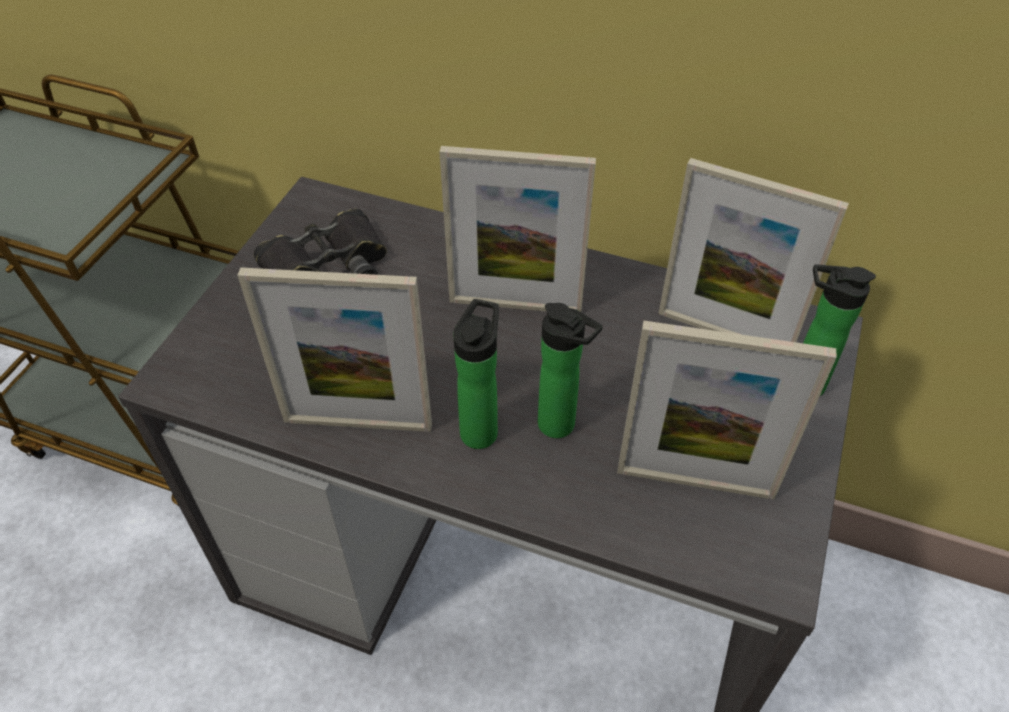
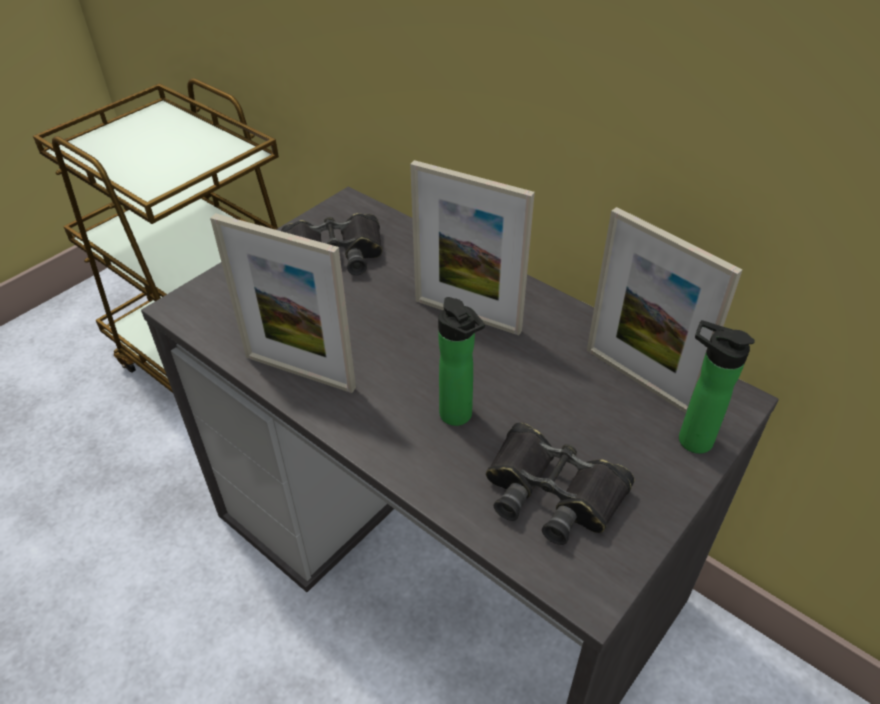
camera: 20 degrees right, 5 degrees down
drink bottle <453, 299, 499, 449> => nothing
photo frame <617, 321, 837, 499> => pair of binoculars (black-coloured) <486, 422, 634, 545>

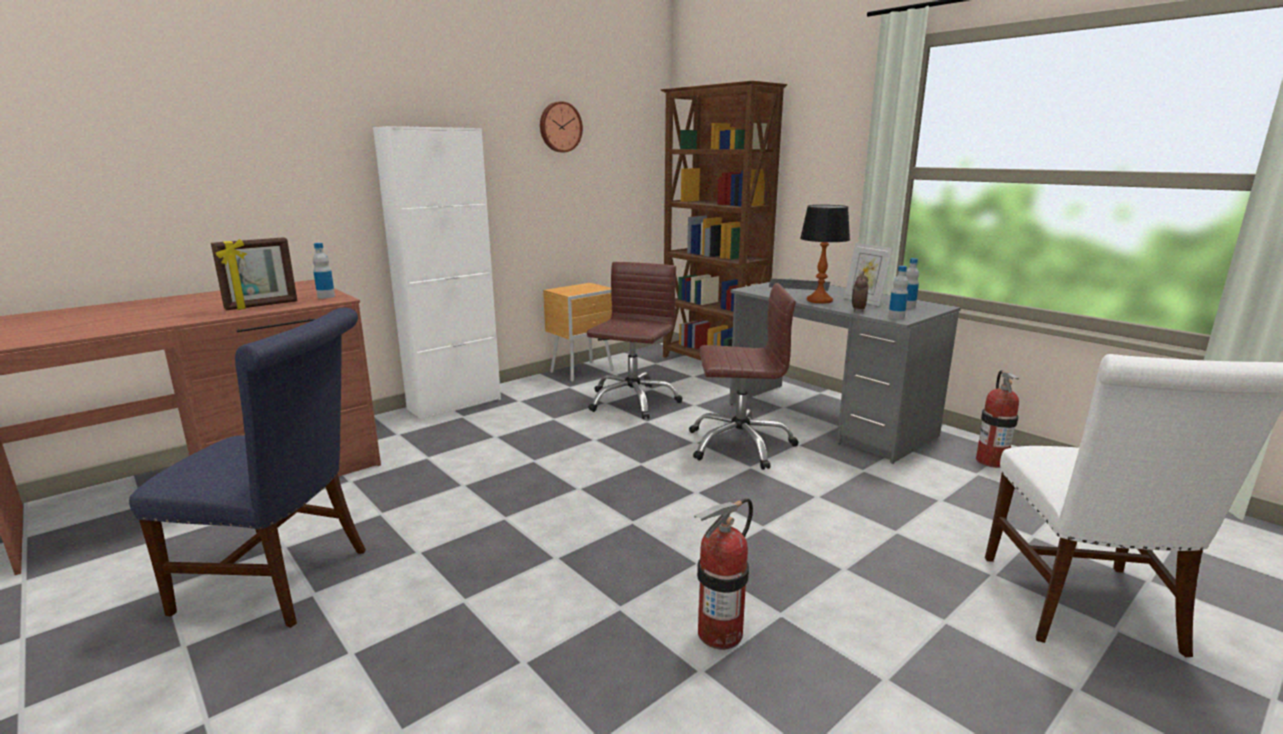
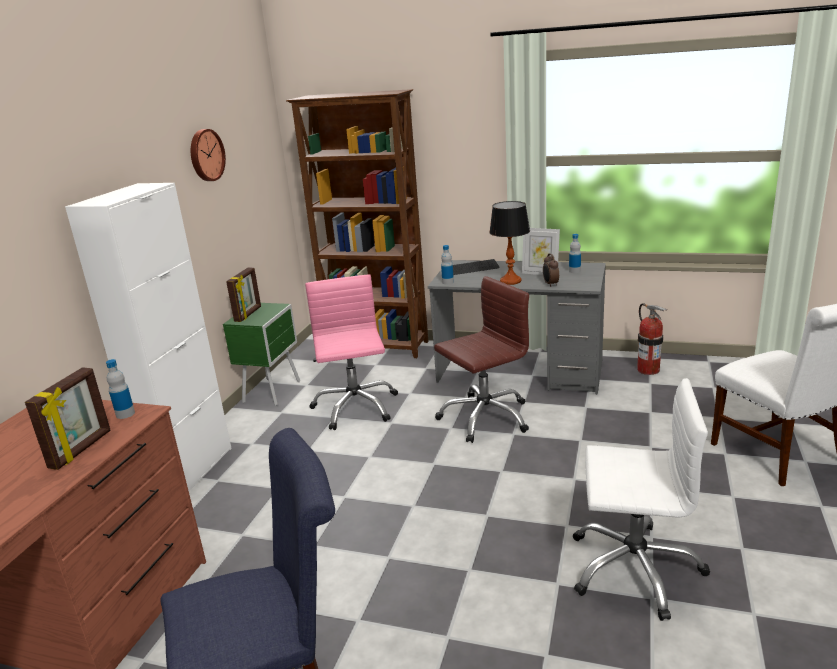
camera: 30 degrees left, 5 degrees up
nothing => photo frame <226, 268, 261, 322>
drink bottle <888, 266, 908, 319> => drink bottle <441, 245, 454, 284>, shifted
fire-fighting cylinder <694, 498, 753, 650> => computer chair (white-coloured) <573, 378, 710, 621>
bedside table (brownish) <543, 283, 614, 382> => bedside table (green-coloured) <223, 303, 300, 406>
computer chair (brownish) <587, 262, 682, 419> => computer chair (pinkish) <305, 274, 398, 430>

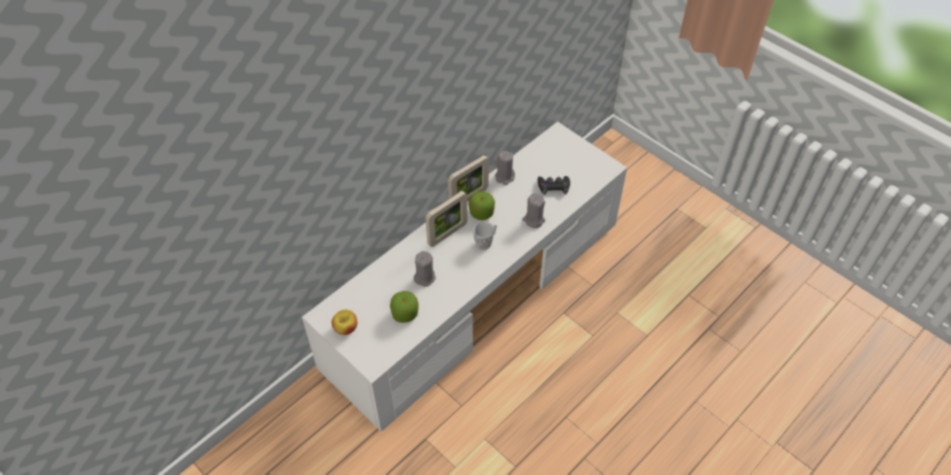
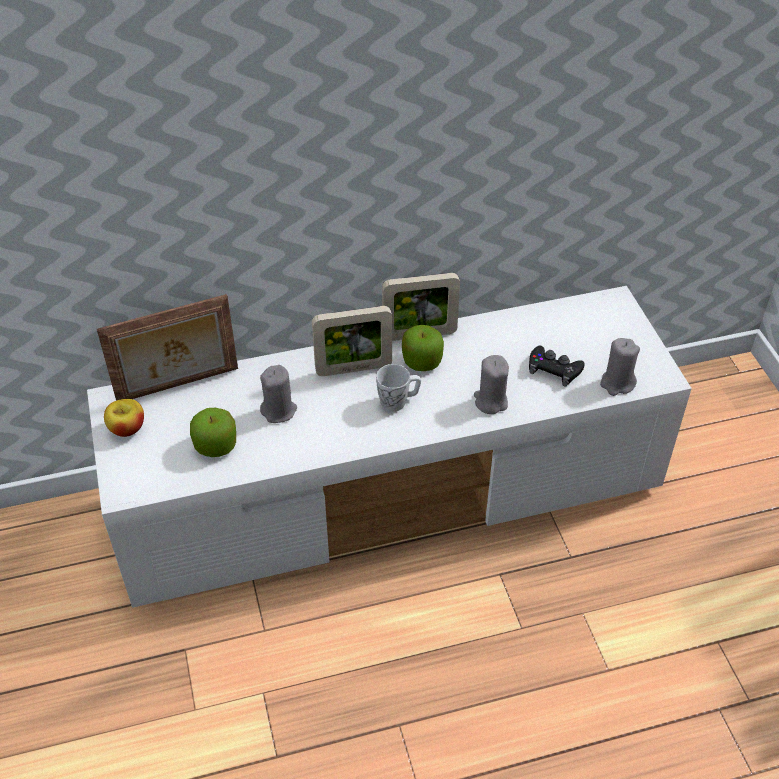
camera: 30 degrees right, 5 degrees down
nothing => photo frame <97, 294, 238, 401>
wax light (greyish) <495, 151, 515, 185> => wax light (greyish) <600, 338, 640, 396>, shifted

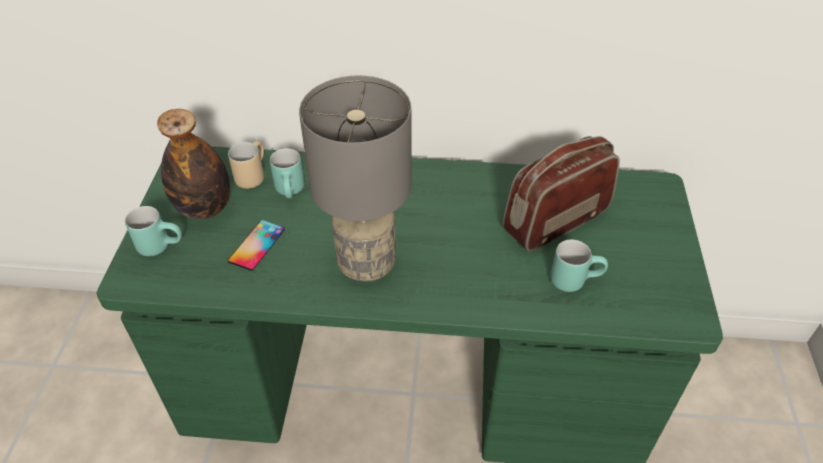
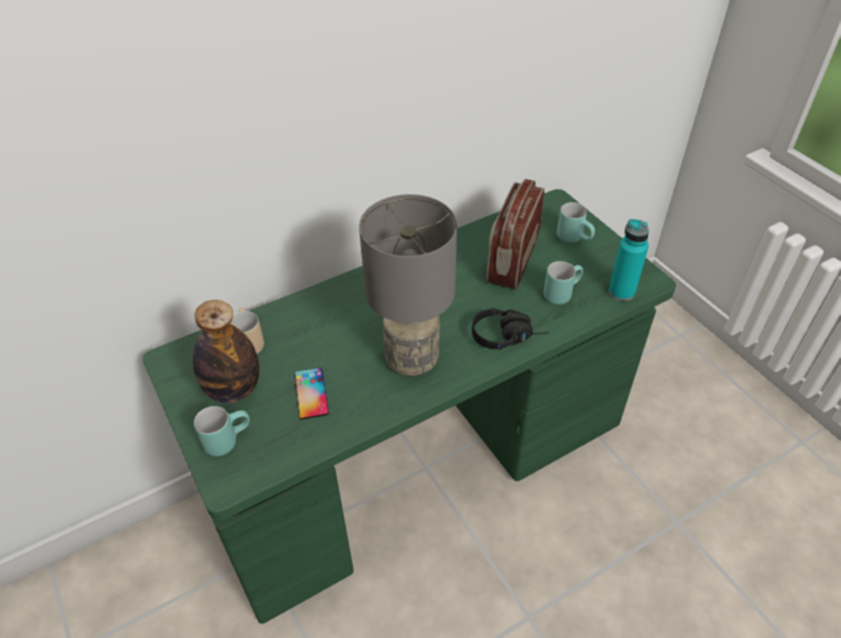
camera: 35 degrees left, 0 degrees up
nothing => headset (black-coloured) <472, 308, 549, 350>
nothing => drink bottle (turquoise) <609, 219, 649, 301>
mug (turquoise) <270, 148, 304, 198> => mug (turquoise) <557, 202, 595, 243>, shifted

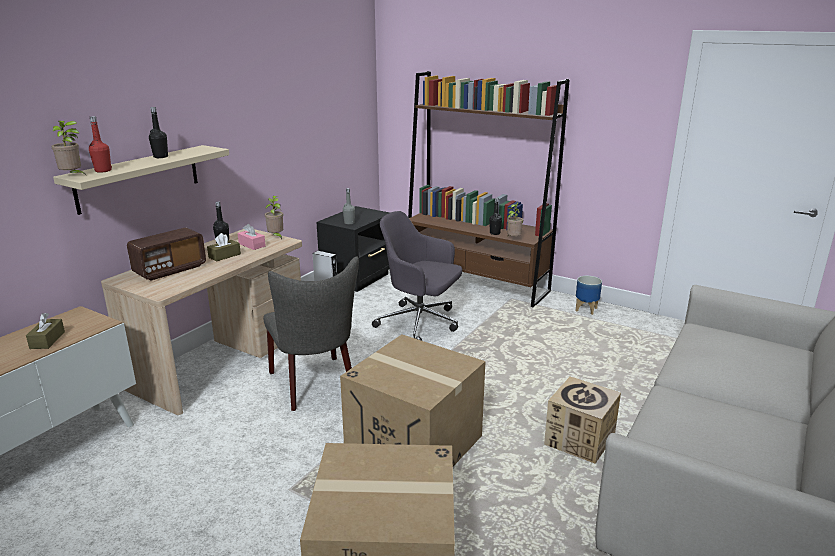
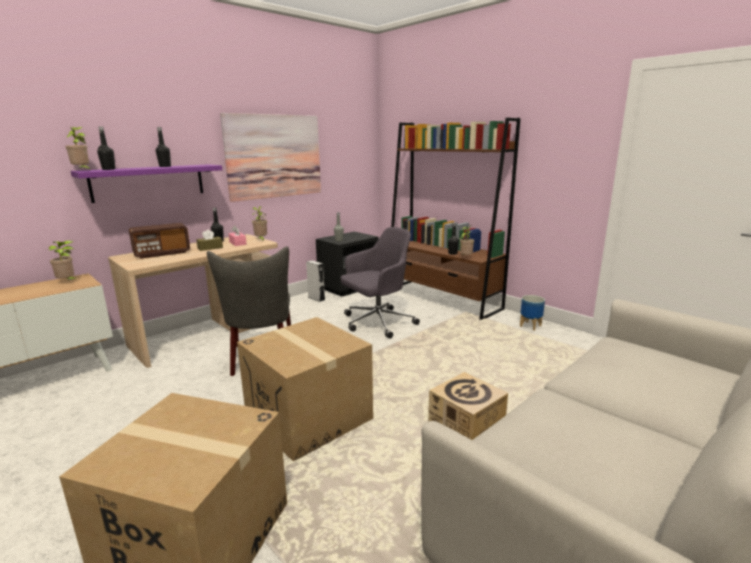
camera: 15 degrees right, 5 degrees down
box of tissues (brownish) <26, 313, 65, 349> => nothing
nothing => houseplant <49, 240, 81, 281>
nothing => picture <220, 113, 321, 202>
shelf (sand-coloured) <53, 145, 229, 215> => shelf (purplish) <71, 164, 222, 203>
drink bottle (red) <89, 116, 112, 173> => drink bottle (black-coloured) <97, 126, 115, 170>
computer chair (greyish) <372, 211, 462, 341> => computer chair (greyish) <341, 227, 420, 339>, 105 degrees clockwise

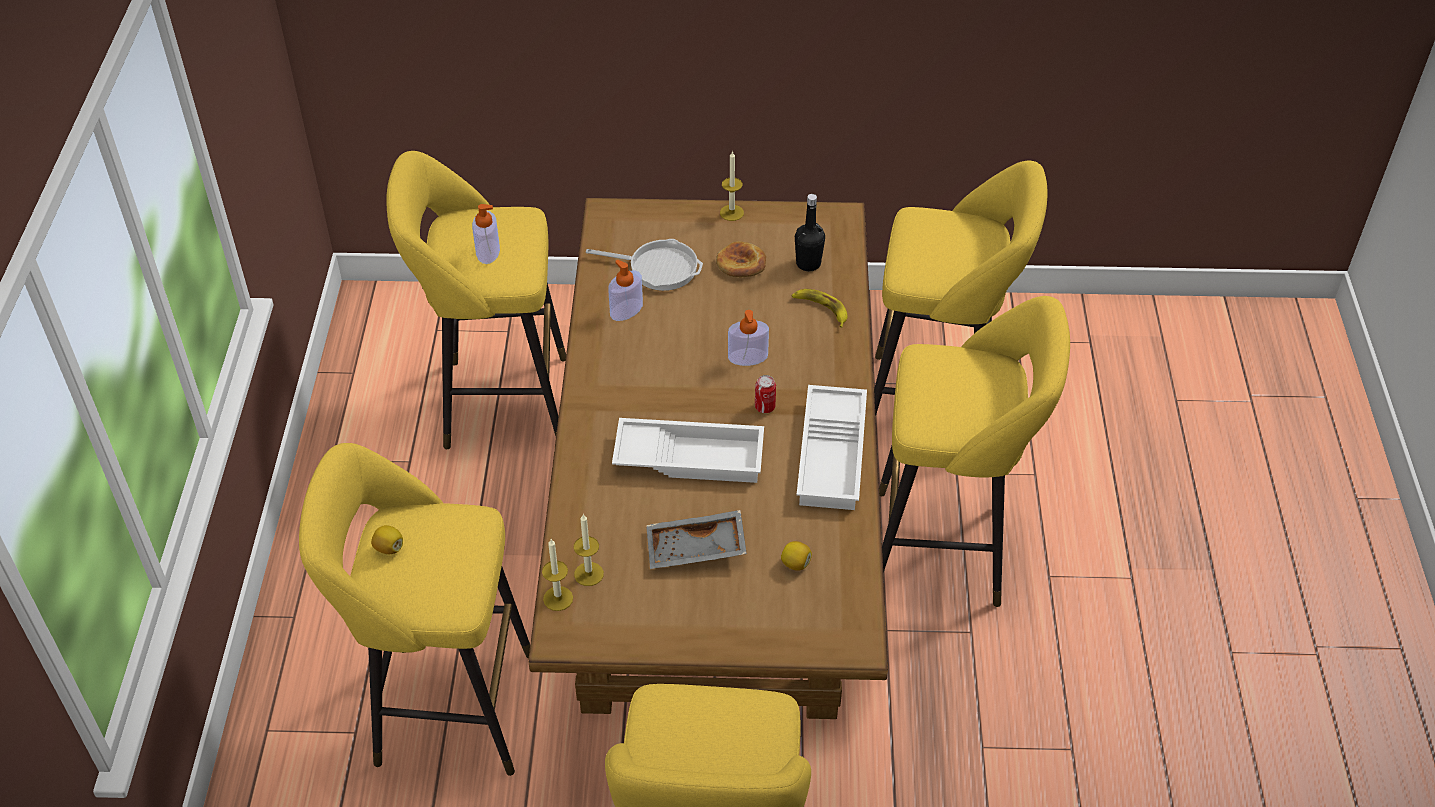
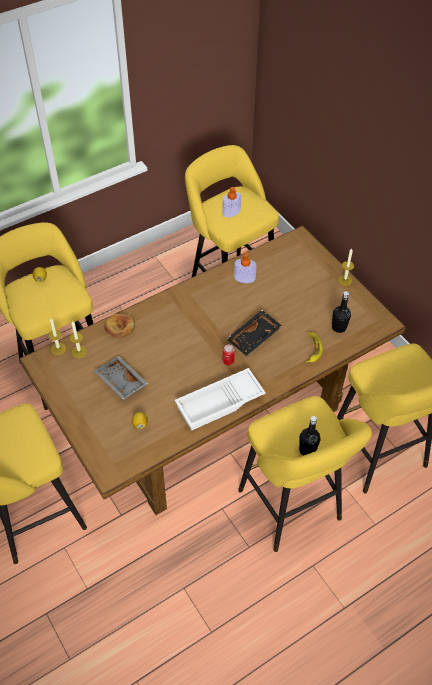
camera: 55 degrees right, 5 degrees up
frying pan <586, 239, 703, 291> => nothing
tray (white-coloured) <612, 418, 764, 483> => nothing
nothing => drink bottle (black-coloured) <299, 416, 321, 456>
bakery bread <716, 241, 766, 277> => bakery bread <104, 314, 135, 339>, shifted
soap bottle <728, 310, 769, 366> => tray (black-coloured) <227, 310, 282, 356>

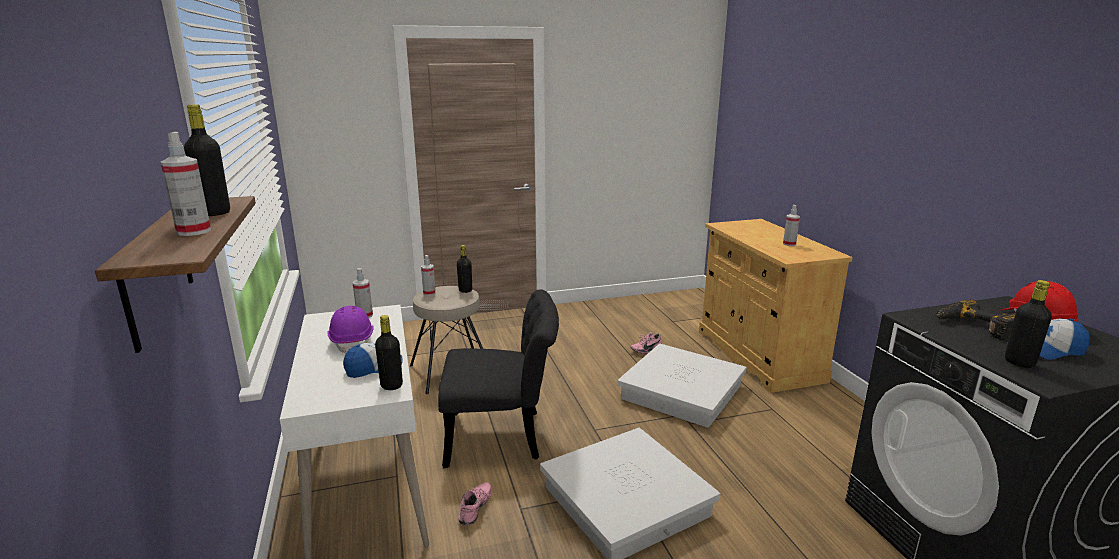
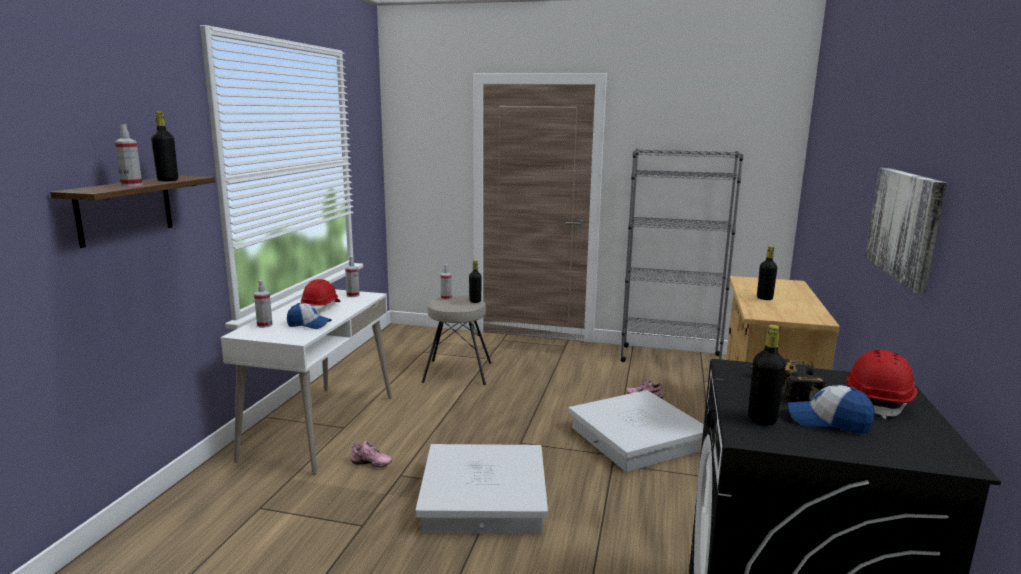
camera: 30 degrees right, 5 degrees down
plain chair (black-coloured) <438, 289, 559, 468> => nothing
nothing => shelving unit (greyish) <620, 149, 744, 362>
nothing => picture <865, 168, 946, 294>
drink bottle (black-coloured) <375, 315, 403, 390> => drink bottle (black-coloured) <757, 246, 777, 300>, shifted
sprayer <783, 205, 800, 246> => sprayer <254, 280, 272, 328>, shifted
hard hat (purplish) <327, 306, 374, 353> => hard hat (red) <301, 279, 341, 313>
shoe (pinkish) <458, 482, 491, 526> => shoe (pinkish) <350, 441, 393, 468>, 60 degrees clockwise

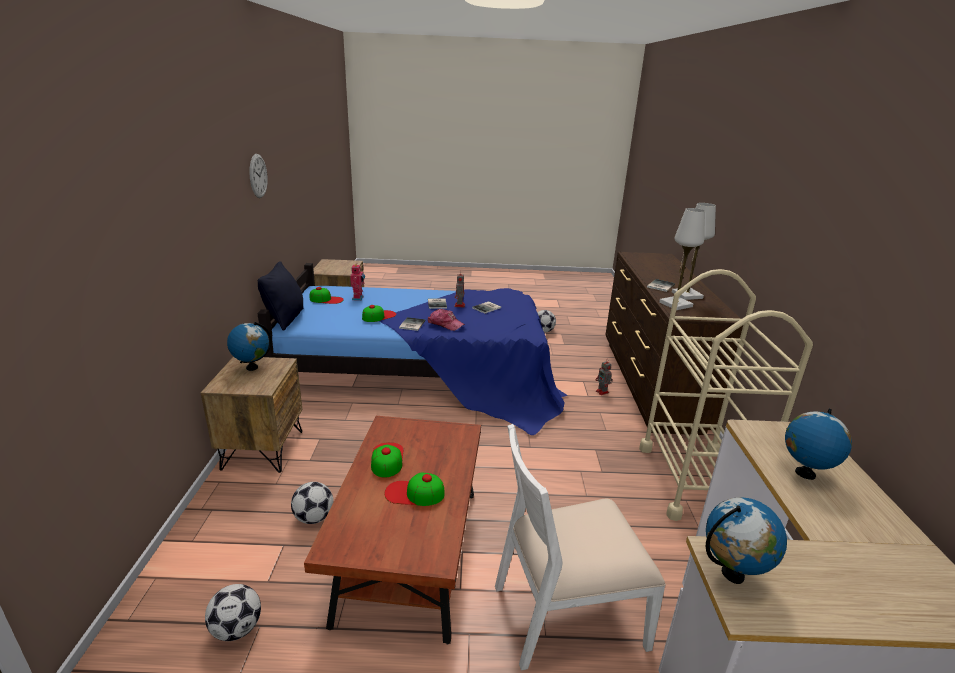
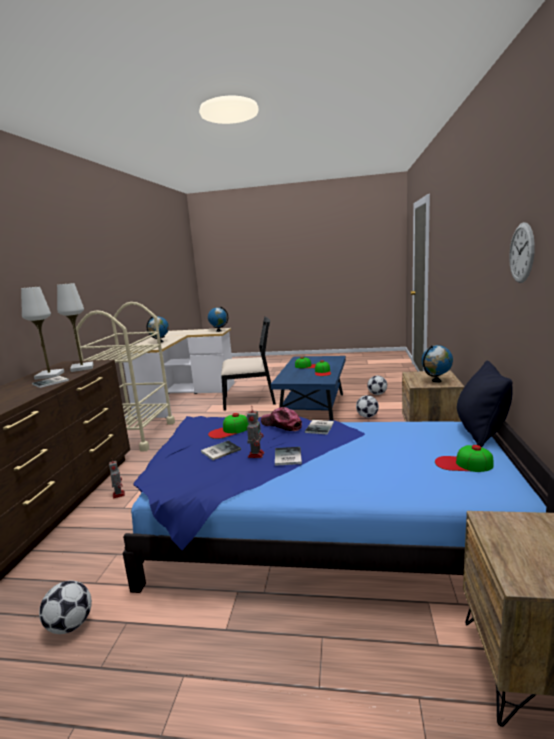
camera: 170 degrees left, 10 degrees down
robot figure <350, 264, 365, 301> => nothing
peaked cap <362, 305, 396, 322> => peaked cap <208, 413, 249, 439>, shifted
lounge table (brownish) <304, 416, 481, 645> => lounge table (blue) <271, 356, 346, 421>
plain chair (white-coloured) <495, 424, 666, 671> => plain chair (black-coloured) <221, 316, 276, 411>

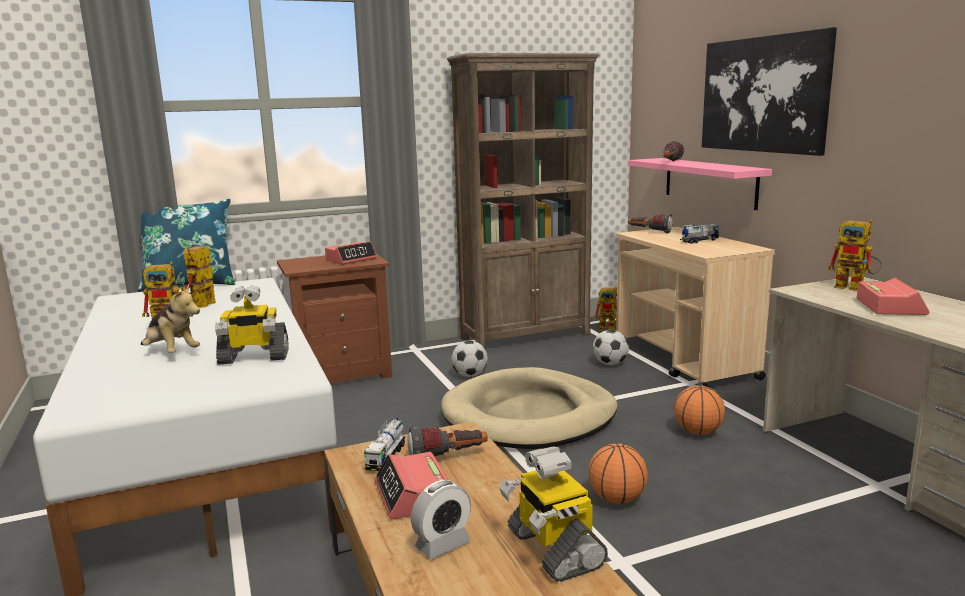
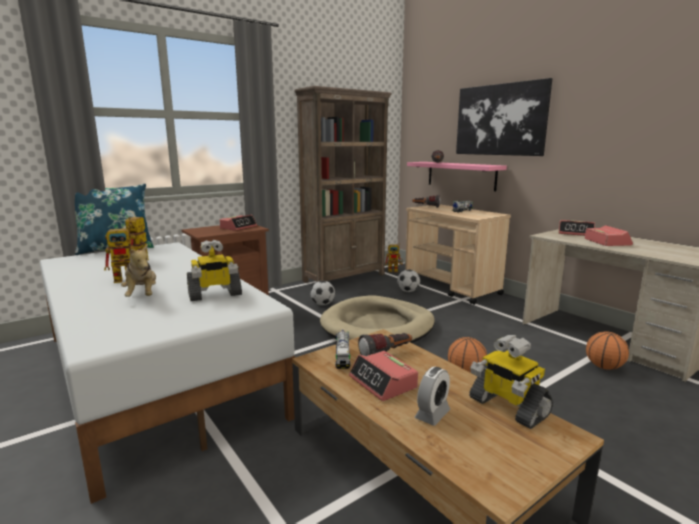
camera: 15 degrees left, 0 degrees up
basketball ball <674, 385, 725, 435> => basketball ball <586, 331, 629, 370>, shifted
robot figure <827, 219, 882, 291> => alarm clock <559, 220, 595, 236>
cuddly toy <141, 284, 200, 353> => cuddly toy <121, 244, 156, 297>, 45 degrees clockwise

